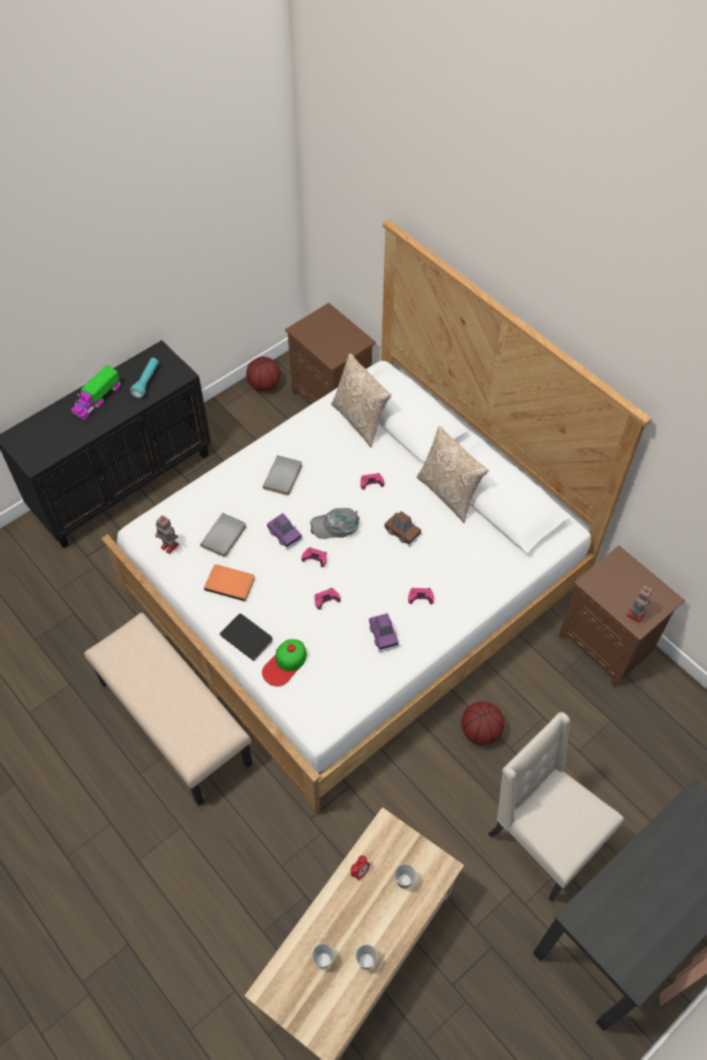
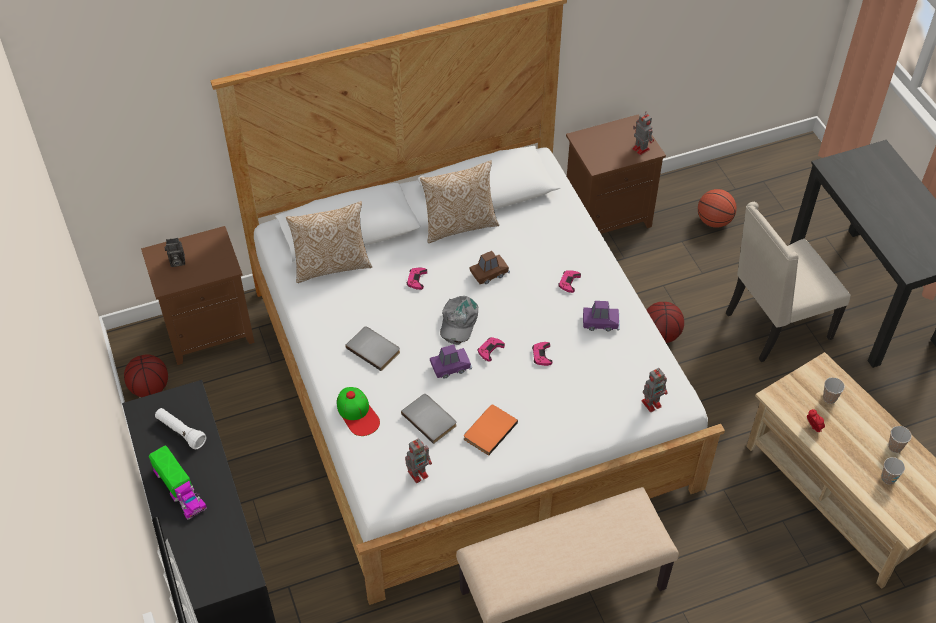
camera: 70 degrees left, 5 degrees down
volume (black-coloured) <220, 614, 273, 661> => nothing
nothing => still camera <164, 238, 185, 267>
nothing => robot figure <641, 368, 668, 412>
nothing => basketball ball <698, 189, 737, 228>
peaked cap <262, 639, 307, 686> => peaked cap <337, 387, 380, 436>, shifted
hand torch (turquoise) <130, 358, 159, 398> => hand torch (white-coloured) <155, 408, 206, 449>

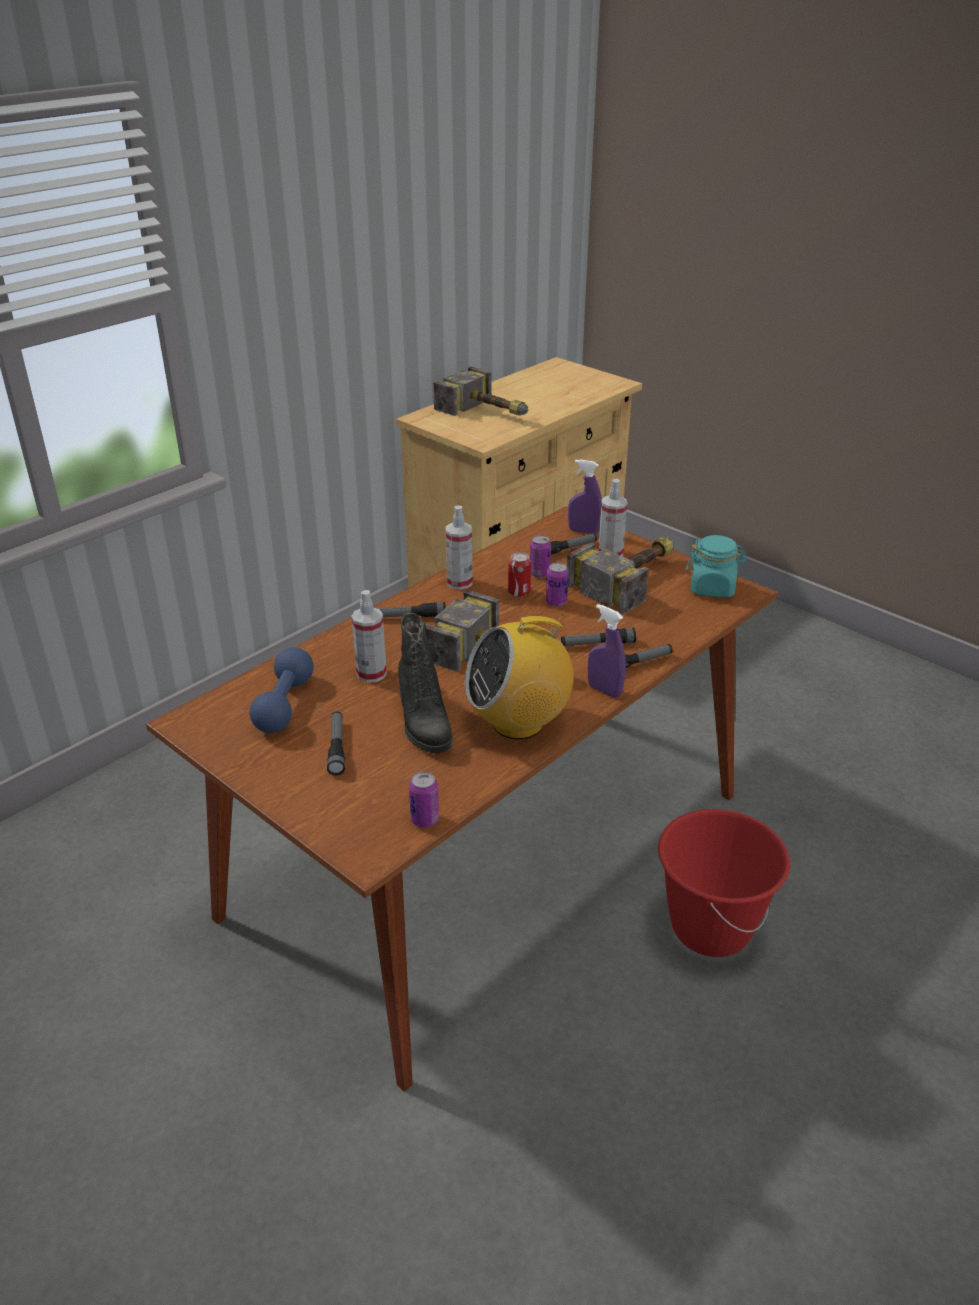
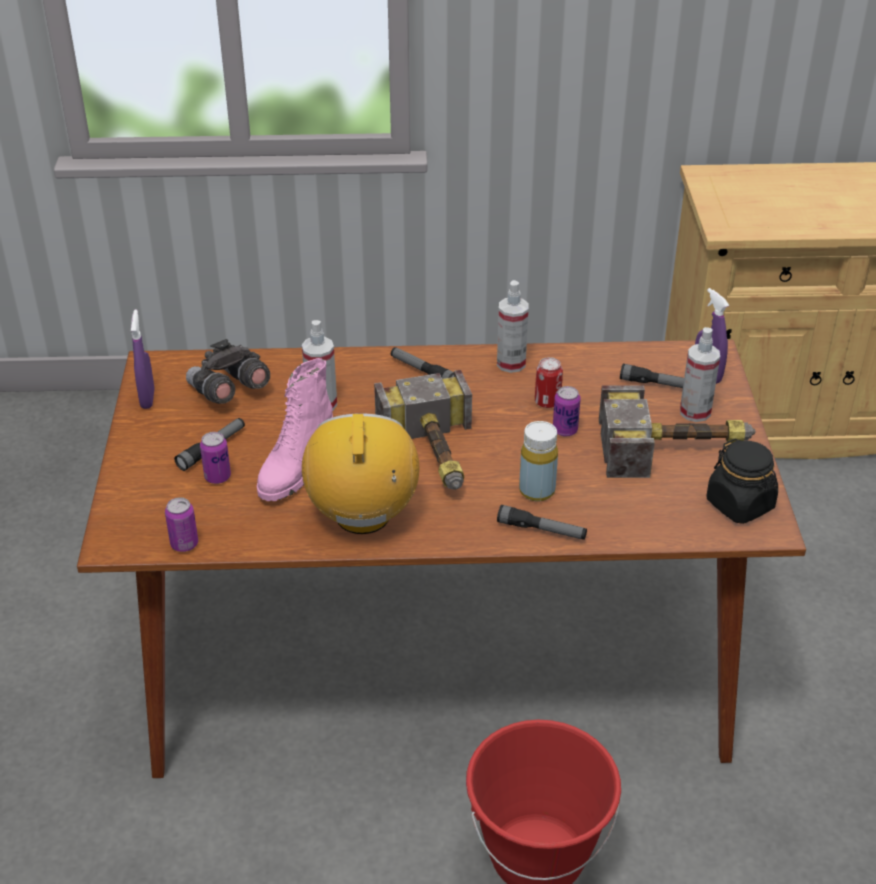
camera: 45 degrees right, 5 degrees up
hammer <433, 367, 528, 416> => nothing
metal can <530, 535, 551, 578> => metal can <200, 432, 231, 484>, shifted
sprayer (purplish) <588, 604, 626, 698> => sprayer (purplish) <131, 310, 154, 409>, shifted
hand weight (blue) <250, 647, 314, 733> => pair of binoculars (greyish) <186, 339, 270, 404>
hand torch <561, 628, 636, 646> => drink bottle (yellow-coloured) <519, 421, 558, 501>
high-top boot (black-coloured) <398, 613, 453, 754> => high-top boot (pinkish) <257, 358, 333, 501>
preserve jar (turquoise) <686, 535, 747, 597> => preserve jar (black-coloured) <706, 439, 778, 524>
radio set <465, 614, 573, 739> => radio set <302, 413, 420, 534>, 60 degrees clockwise

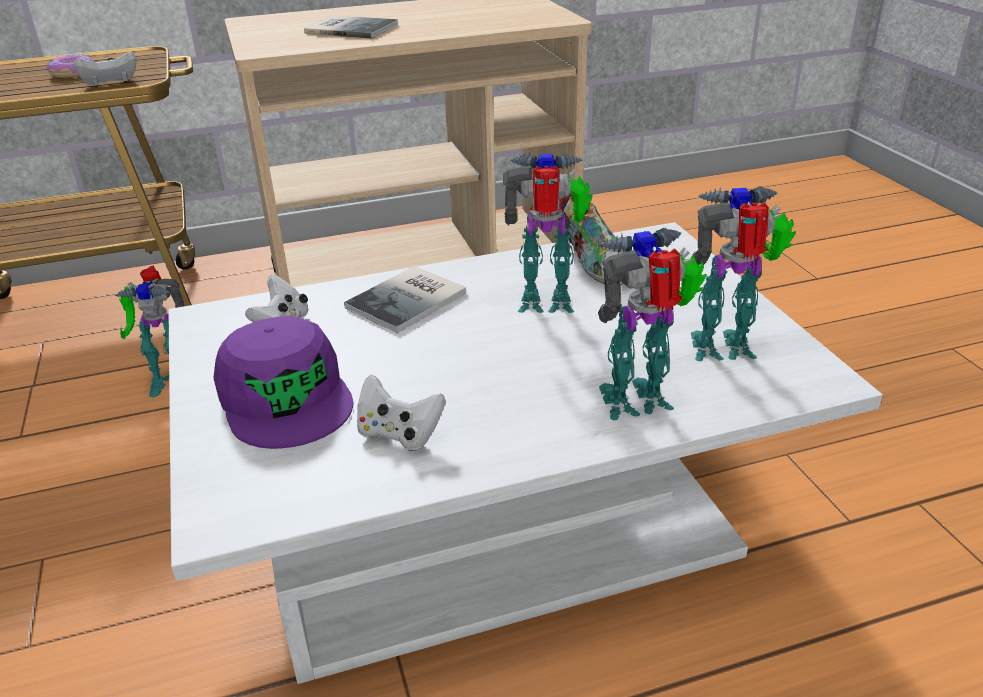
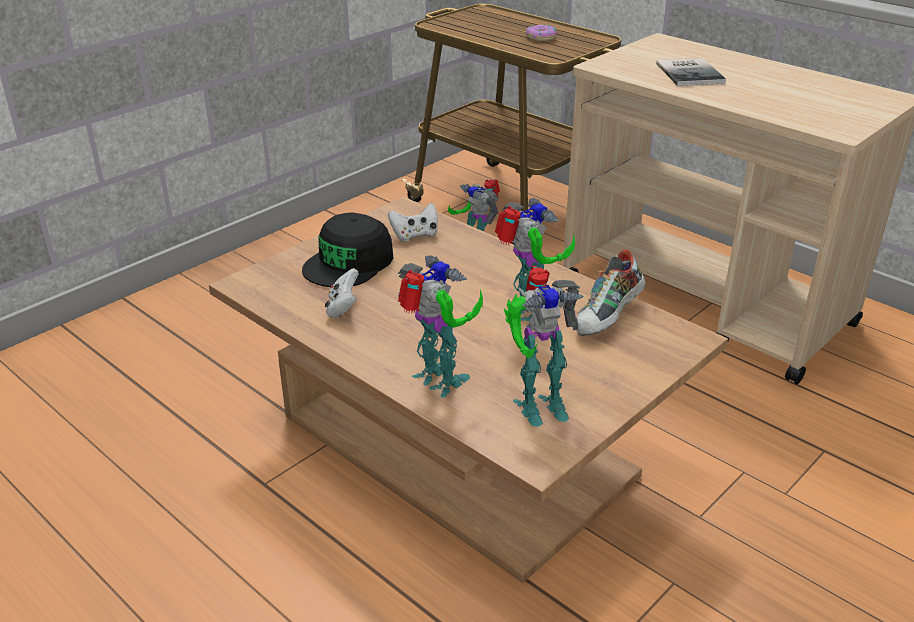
camera: 60 degrees right, 0 degrees up
game controller (white-coloured) <74, 51, 137, 87> => nothing
volume <344, 266, 466, 333> => nothing
lounge table (white-coloured) <168, 222, 883, 684> => lounge table (brownish) <209, 197, 728, 583>
peaked cap (purplish) <213, 316, 353, 449> => peaked cap (black-coloured) <302, 212, 393, 287>
robot figure <691, 186, 796, 361> => robot figure <504, 266, 584, 427>, 105 degrees clockwise

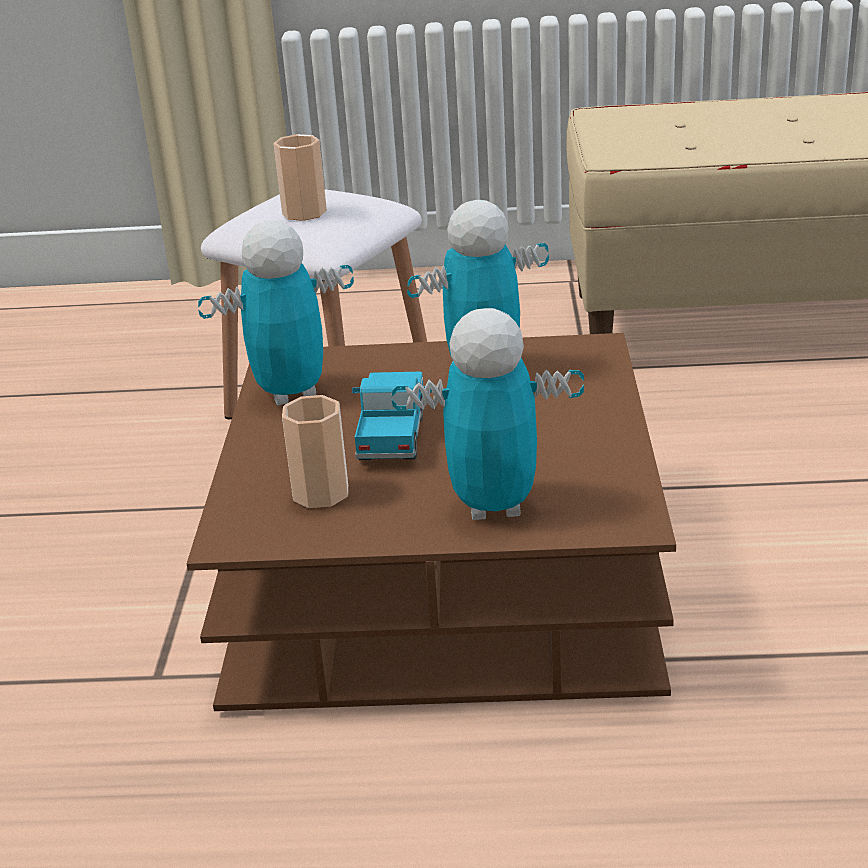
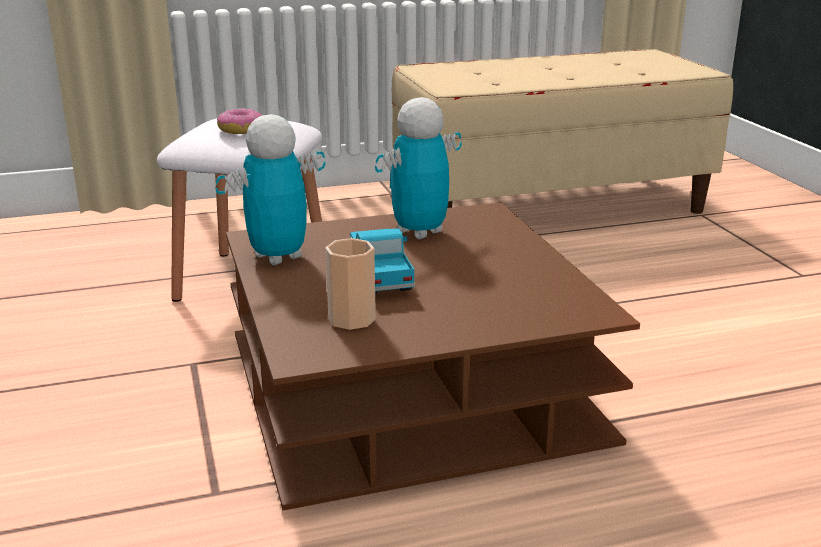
camera: 20 degrees left, 5 degrees down
robot figure <392, 308, 584, 520> => nothing
drinking cup <273, 134, 327, 221> => donut <217, 108, 262, 134>

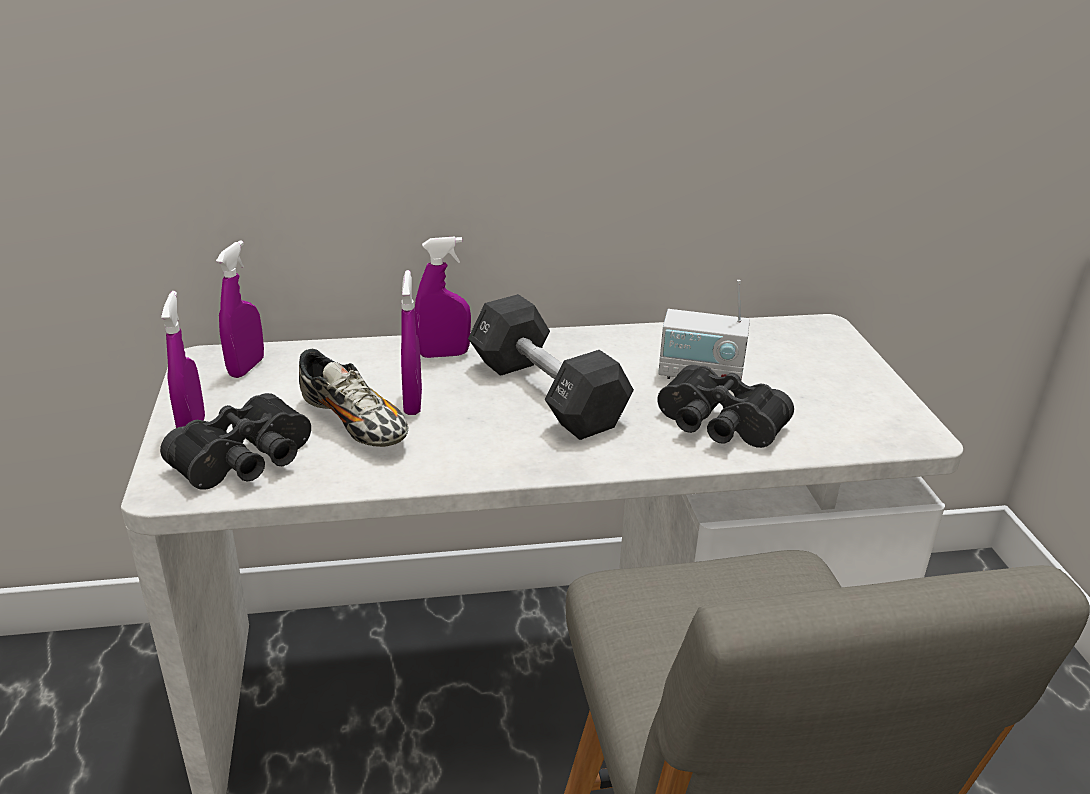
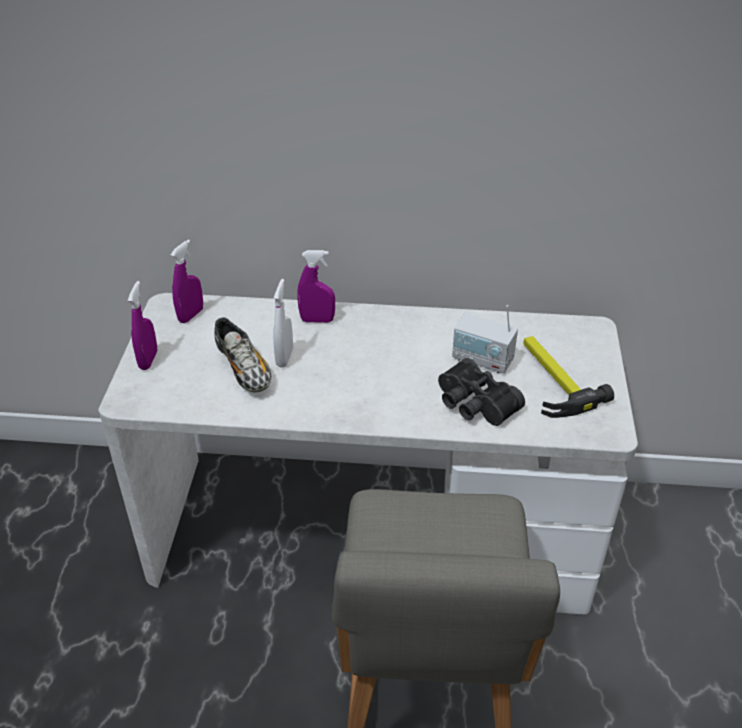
camera: 15 degrees right, 10 degrees up
pair of binoculars (black-coloured) <160, 393, 311, 490> => nothing
hand weight (black-coloured) <468, 294, 634, 440> => nothing
nothing => hammer <523, 336, 614, 418>
sprayer (purplish) <401, 270, 422, 415> => sprayer (white-coloured) <273, 279, 293, 368>

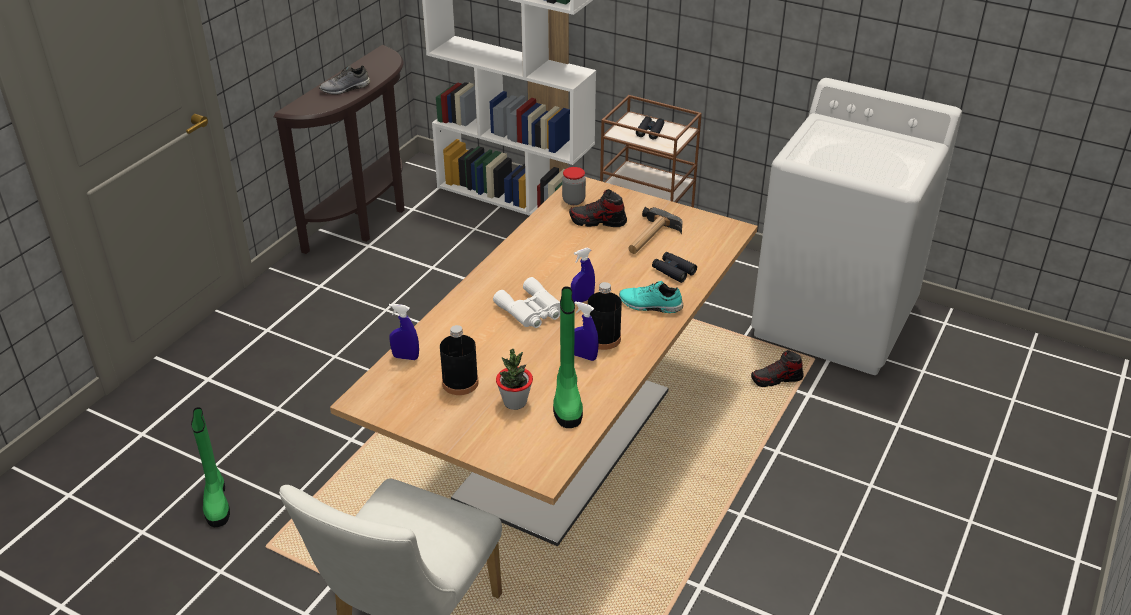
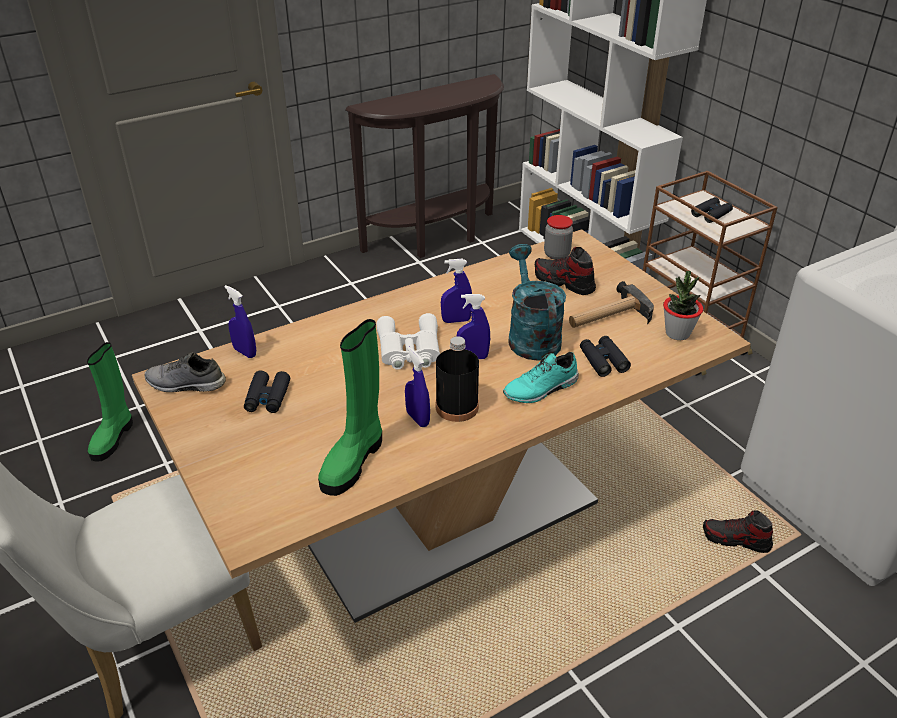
camera: 30 degrees right, 0 degrees up
nothing => sprayer (blue) <441, 259, 472, 323>
nothing => watering can (turquoise) <508, 244, 566, 361>
shoe (greyish) <319, 65, 370, 95> => shoe (greyish) <145, 352, 226, 392>, shifted
houseplant <496, 349, 533, 410> => houseplant <663, 271, 703, 340>, shifted
drink bottle (black-coloured) <440, 325, 479, 395> => pair of binoculars (black-coloured) <244, 370, 290, 413>
shoe (turquoise) <619, 281, 683, 313> => shoe (turquoise) <503, 352, 579, 403>, 75 degrees counterclockwise

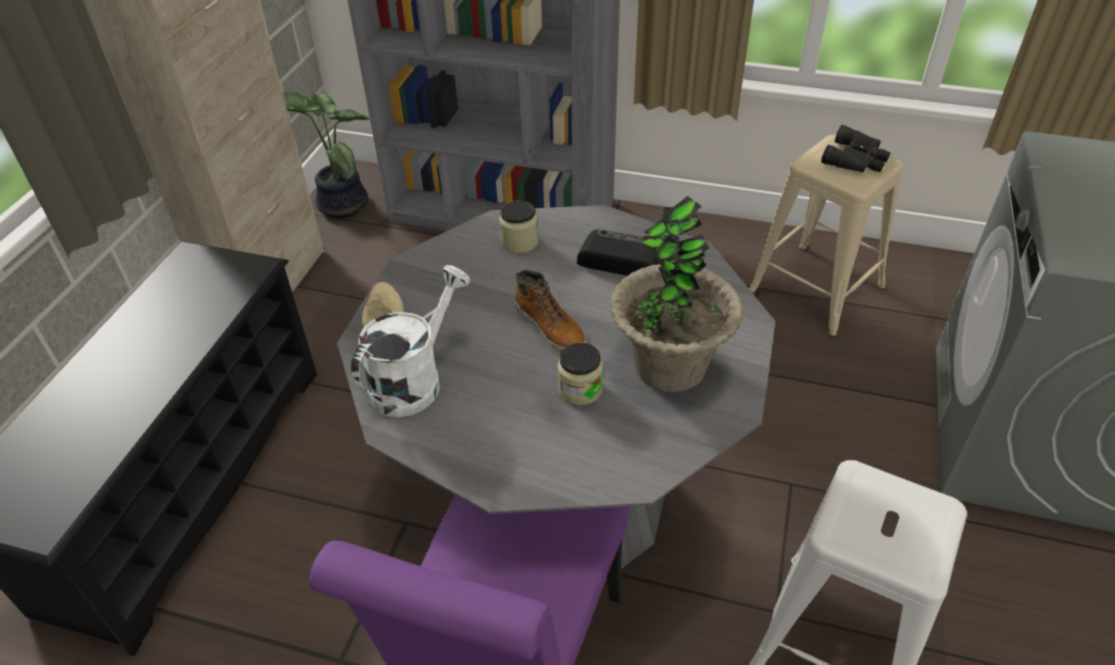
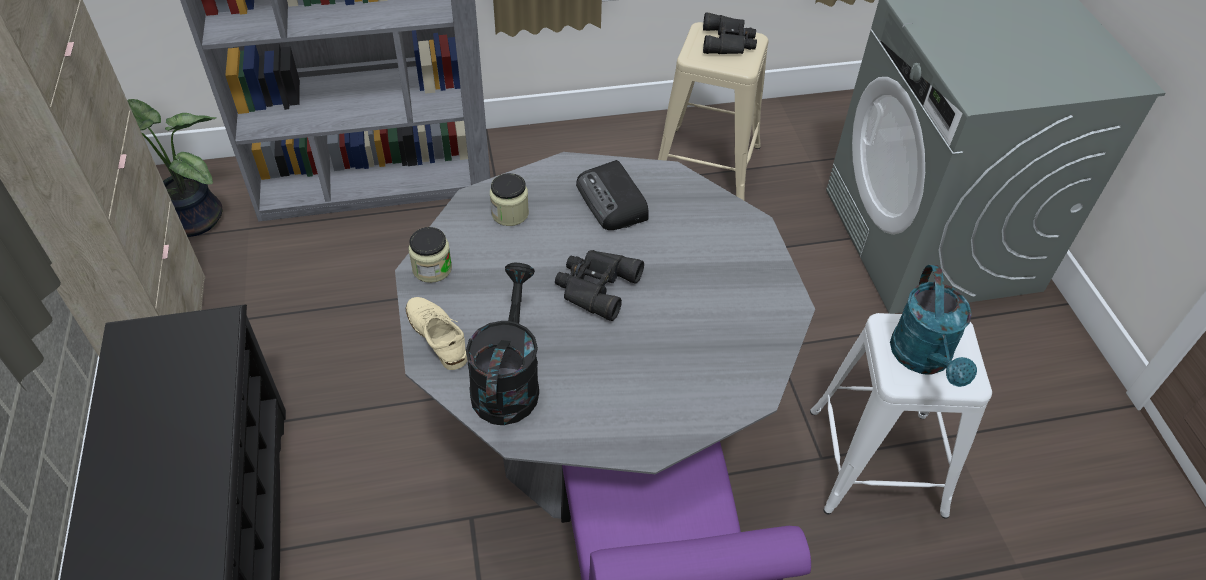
camera: 30 degrees left, 5 degrees up
houseplant <610, 196, 743, 392> => nothing
nothing => watering can (turquoise) <890, 265, 977, 387>
preserve jar <558, 343, 603, 405> => preserve jar <408, 227, 452, 283>, shifted
high-top boot <515, 270, 587, 351> => pair of binoculars (black-coloured) <555, 250, 644, 321>
watering can (white-coloured) <351, 265, 470, 417> => watering can (black-coloured) <466, 263, 539, 425>
radio set <577, 230, 660, 276> => radio set <576, 160, 649, 230>, 105 degrees counterclockwise

